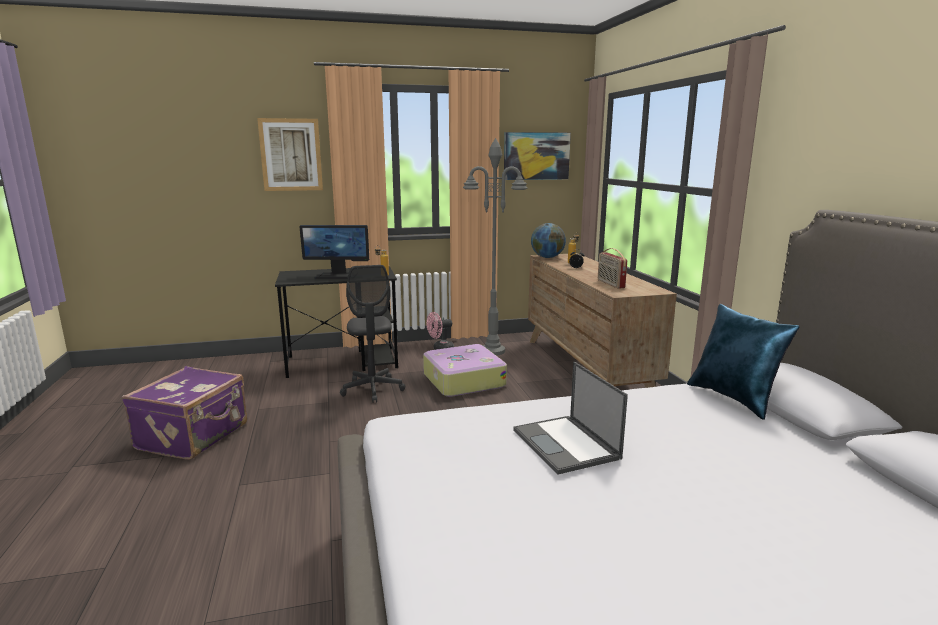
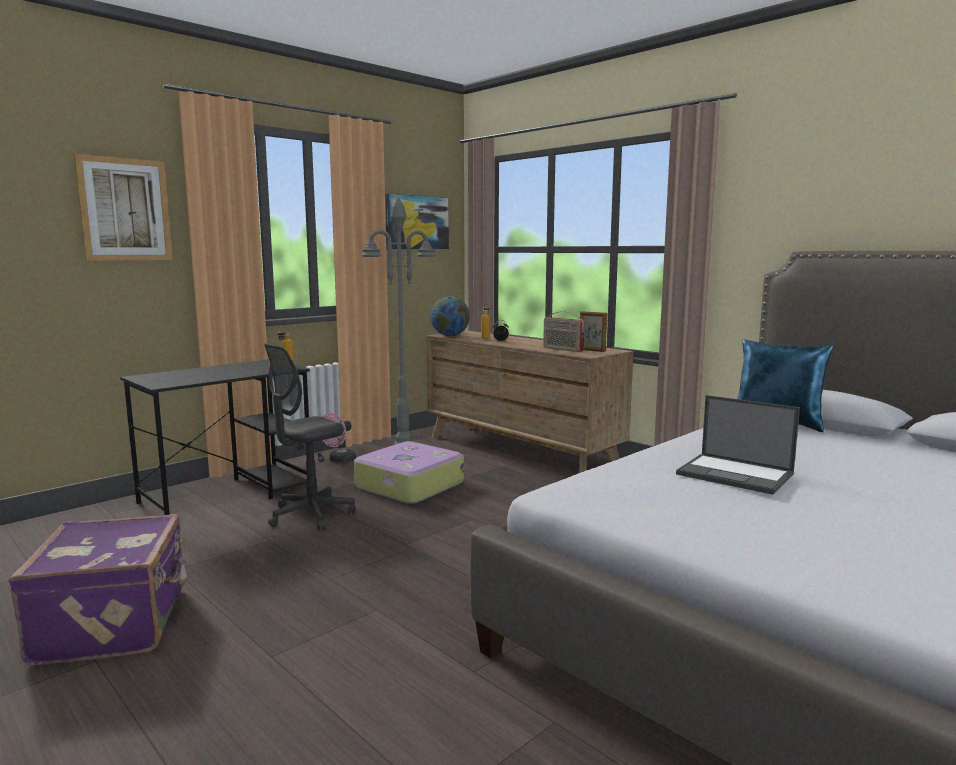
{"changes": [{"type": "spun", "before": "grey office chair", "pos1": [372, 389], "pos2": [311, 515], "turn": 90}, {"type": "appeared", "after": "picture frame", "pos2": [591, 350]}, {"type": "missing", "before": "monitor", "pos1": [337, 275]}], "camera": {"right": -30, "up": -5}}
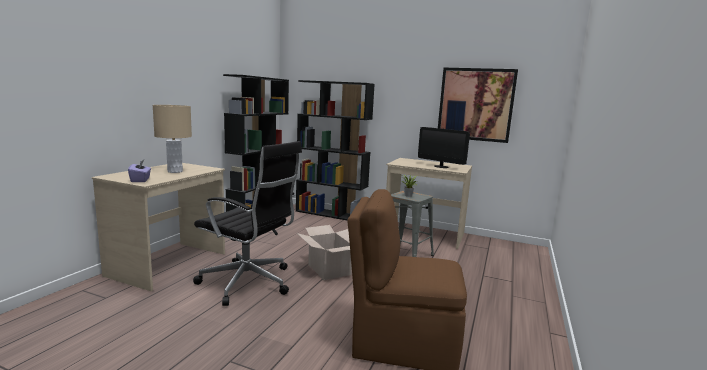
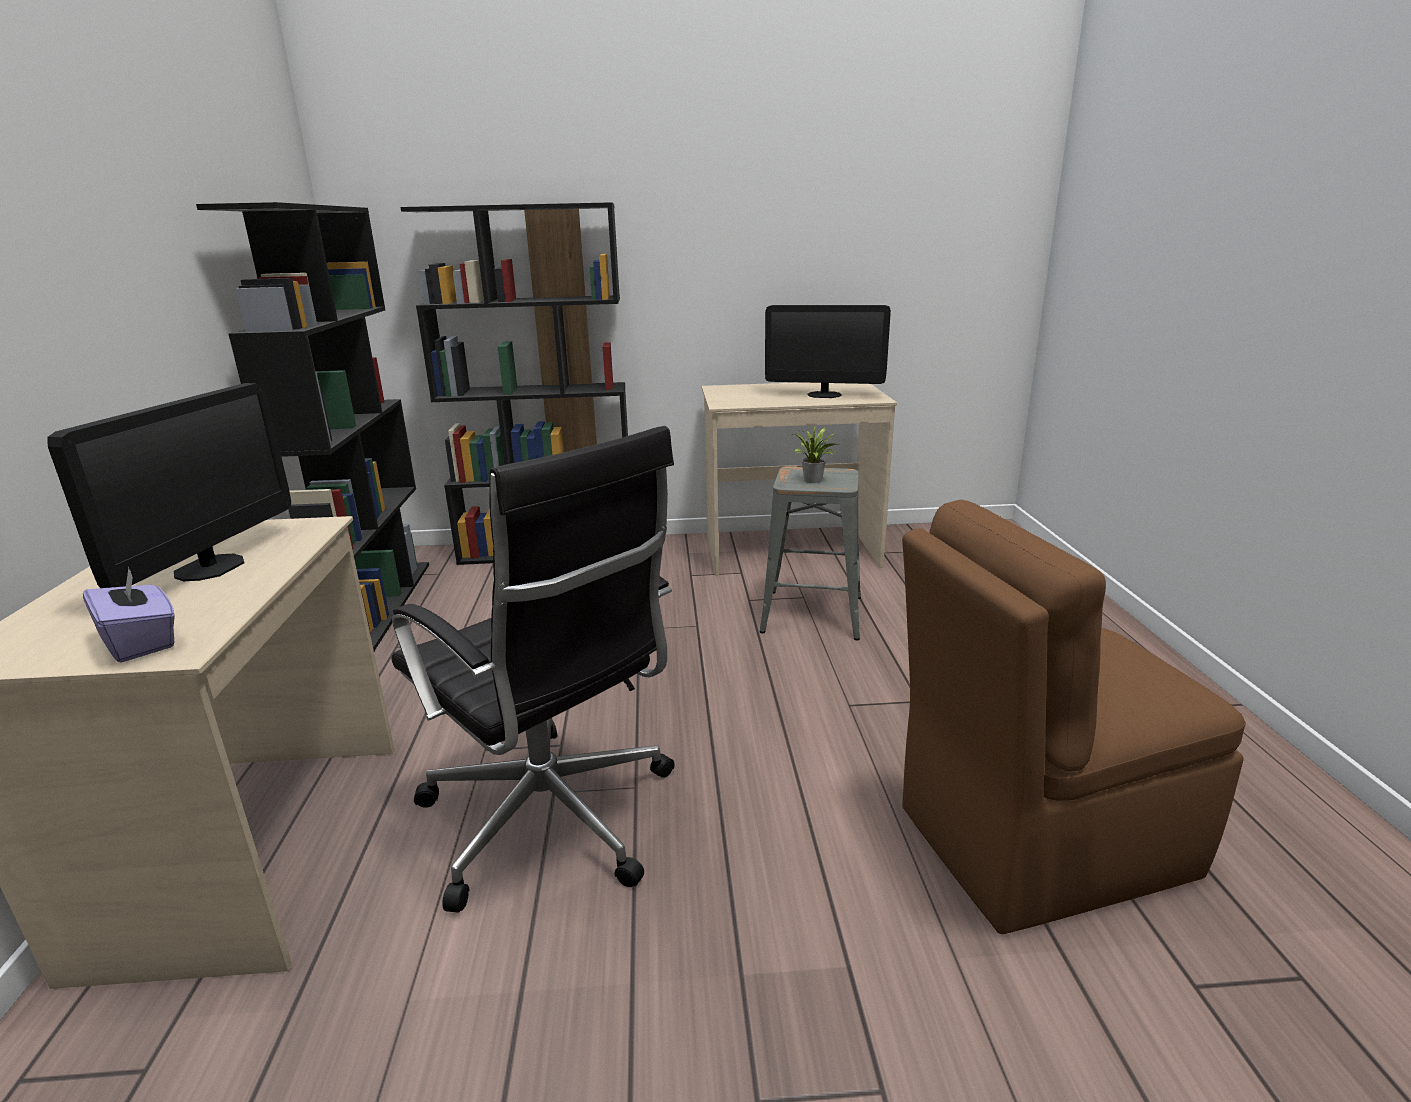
{"changes": [{"type": "exchanged", "before": "beige table lamp", "after": "monitor", "pos1": [175, 171], "pos2": [209, 567]}, {"type": "spun", "before": "black office chair", "pos1": [249, 283], "pos2": [553, 820], "turn": 45}, {"type": "missing", "before": "cardboard box", "pos1": [328, 269]}, {"type": "missing", "before": "picture", "pos1": [475, 104]}], "camera": {"right": -25, "up": 10}}
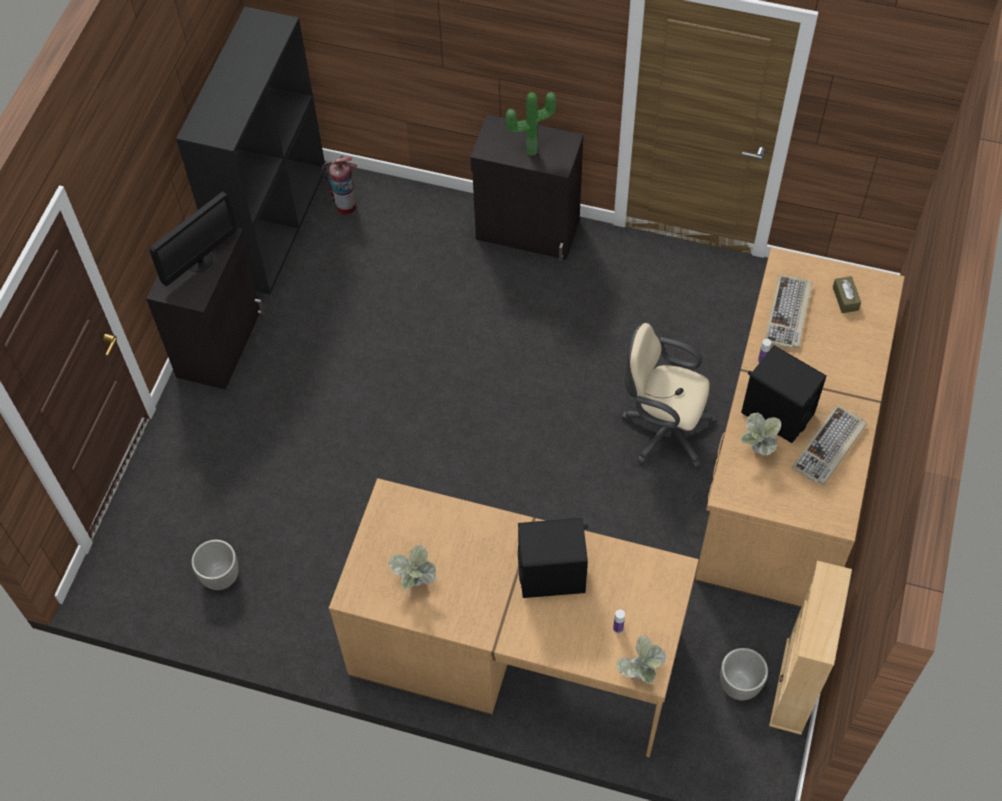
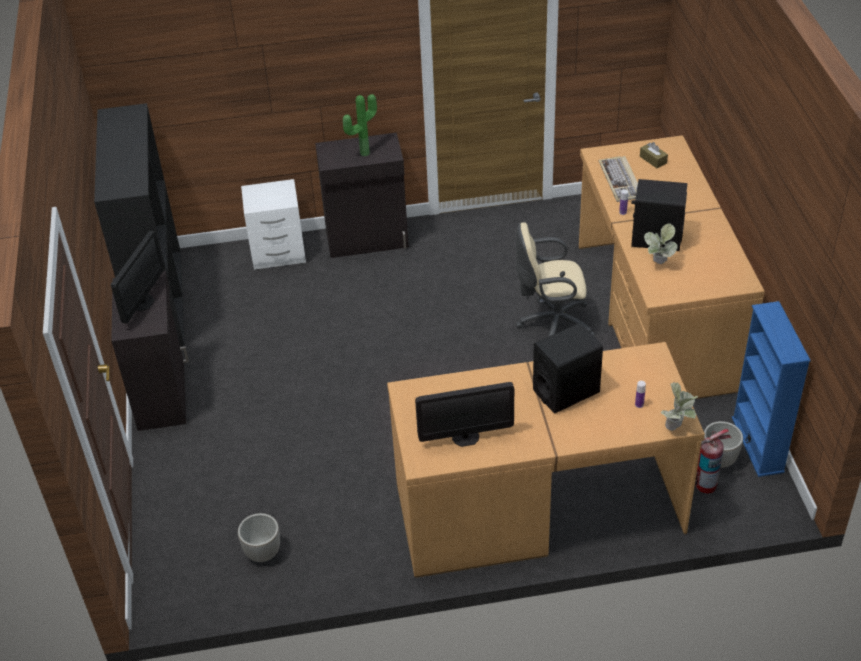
{"changes": [{"type": "appeared", "after": "white nightstand", "pos2": [279, 253]}, {"type": "exchanged", "before": "potted plant", "after": "monitor", "pos1": [415, 584], "pos2": [465, 437]}, {"type": "relocated", "before": "fire extinguisher", "pos1": [346, 206], "pos2": [705, 485]}, {"type": "colour", "before": "beige bookcase", "after": "blue bookcase", "pos1": [794, 686], "pos2": [757, 444]}, {"type": "missing", "before": "keyboard", "pos1": [829, 447]}], "camera": {"right": -25, "up": -15}}
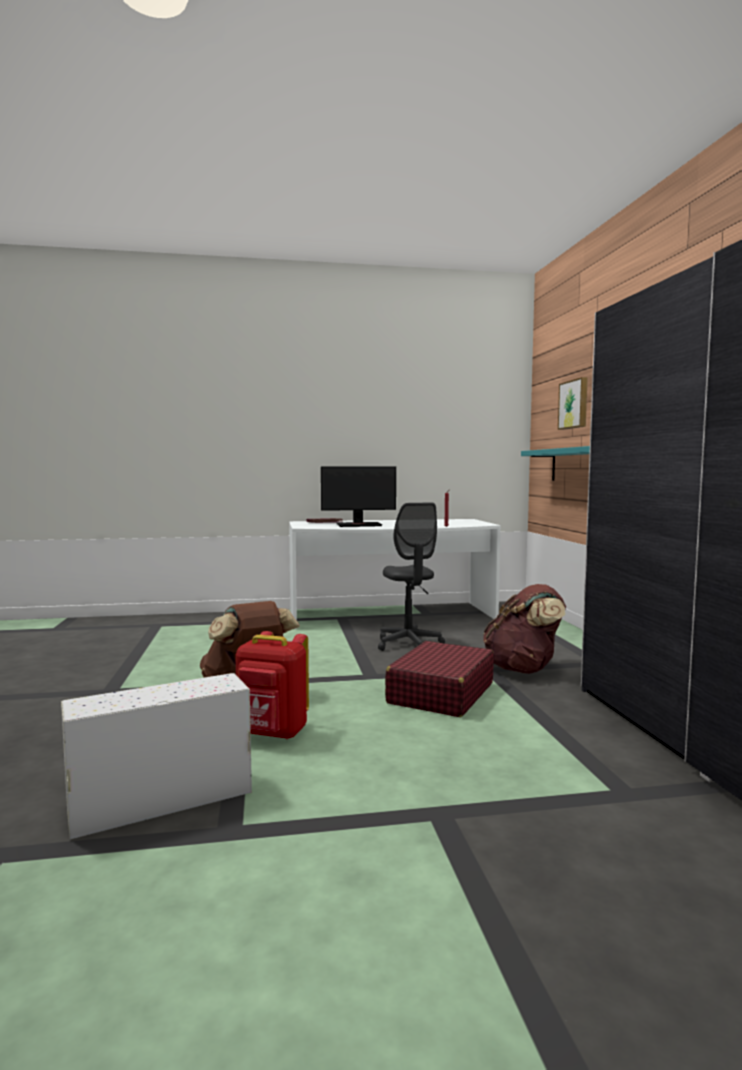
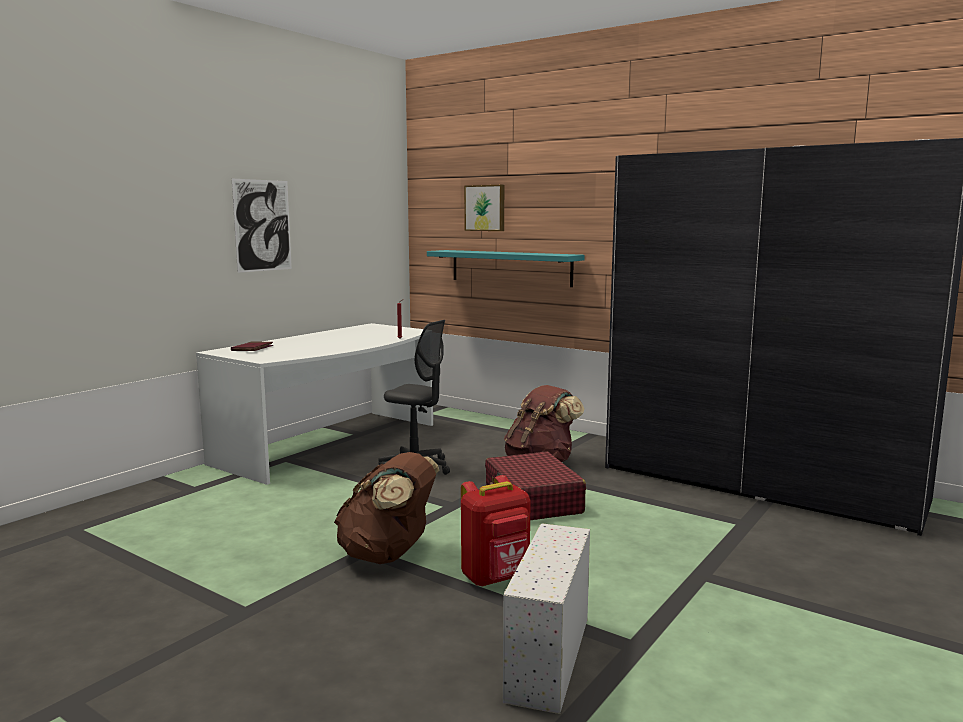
{"changes": [{"type": "appeared", "after": "picture", "pos2": [262, 225]}, {"type": "missing", "before": "monitor", "pos1": [358, 525]}], "camera": {"right": -45, "up": 5}}
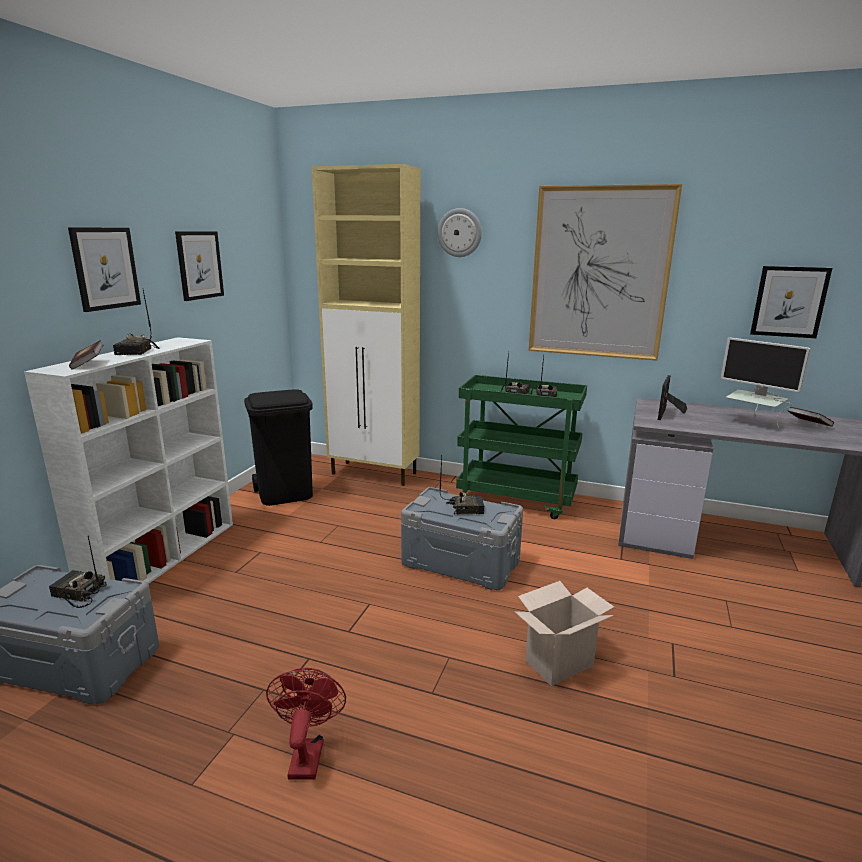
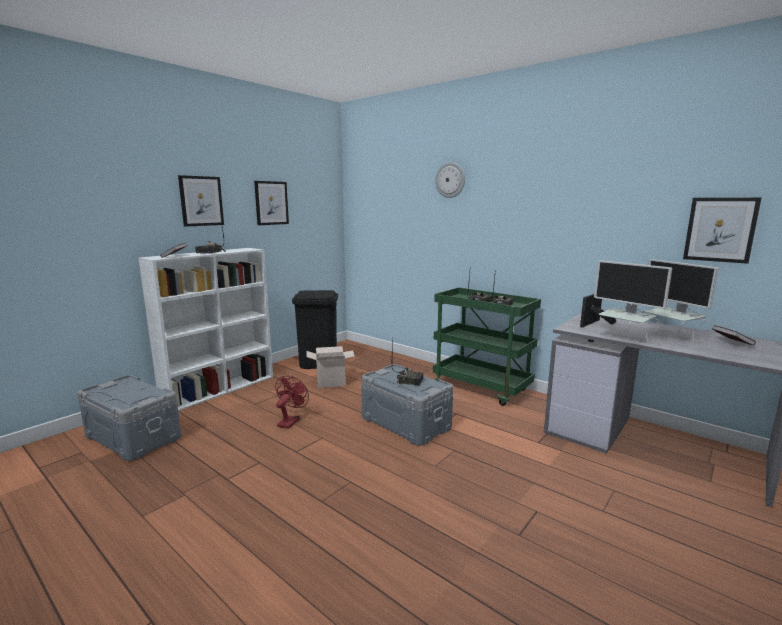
{"changes": [{"type": "relocated", "before": "red fan", "pos1": [307, 753], "pos2": [290, 421]}, {"type": "relocated", "before": "cardboard box", "pos1": [559, 661], "pos2": [332, 382]}, {"type": "appeared", "after": "monitor", "pos2": [624, 337]}, {"type": "missing", "before": "radio", "pos1": [78, 594]}, {"type": "missing", "before": "beige cabinet", "pos1": [375, 474]}, {"type": "missing", "before": "picture", "pos1": [599, 273]}], "camera": {"right": 20, "up": -5}}
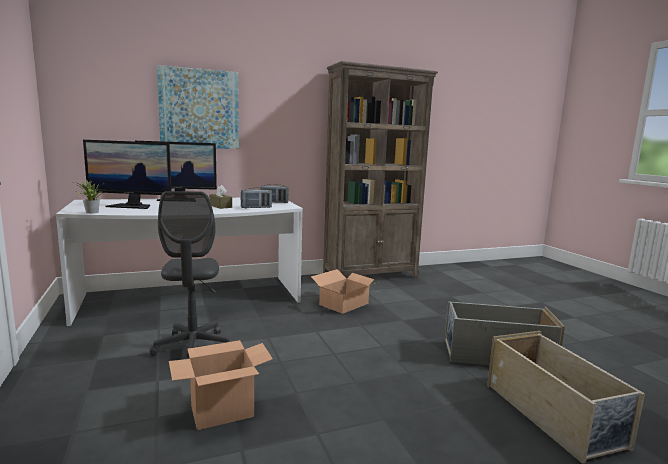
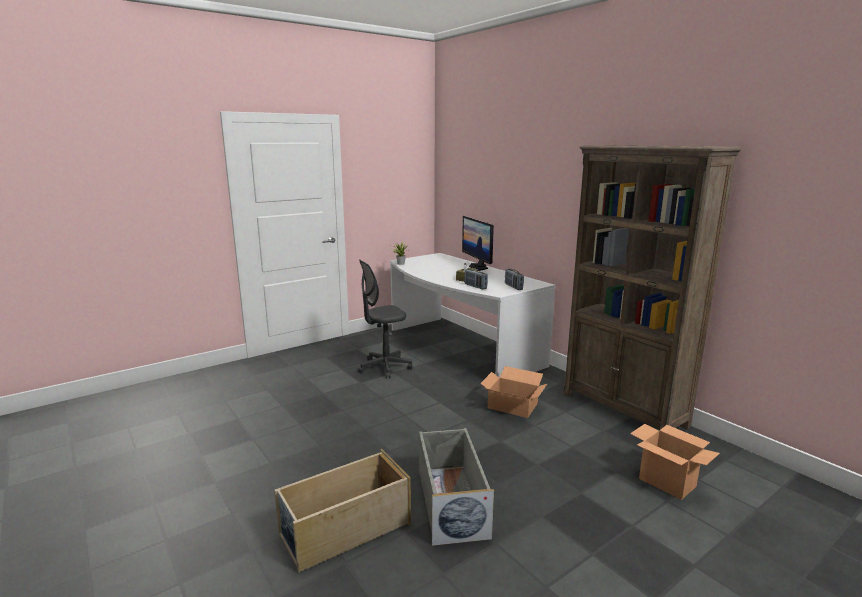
{"changes": [{"type": "relocated", "before": "cardboard box", "pos1": [221, 412], "pos2": [666, 482]}, {"type": "missing", "before": "monitor", "pos1": [131, 206]}, {"type": "missing", "before": "picture", "pos1": [199, 109]}], "camera": {"right": 75, "up": 5}}
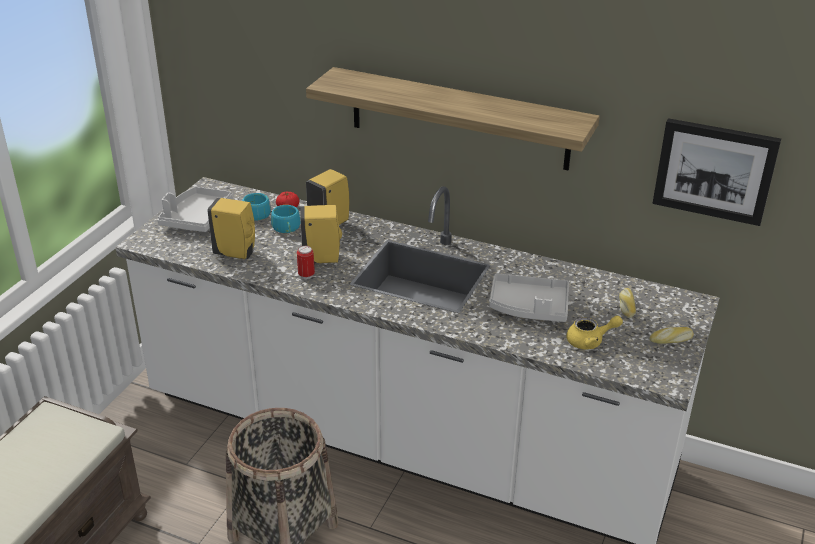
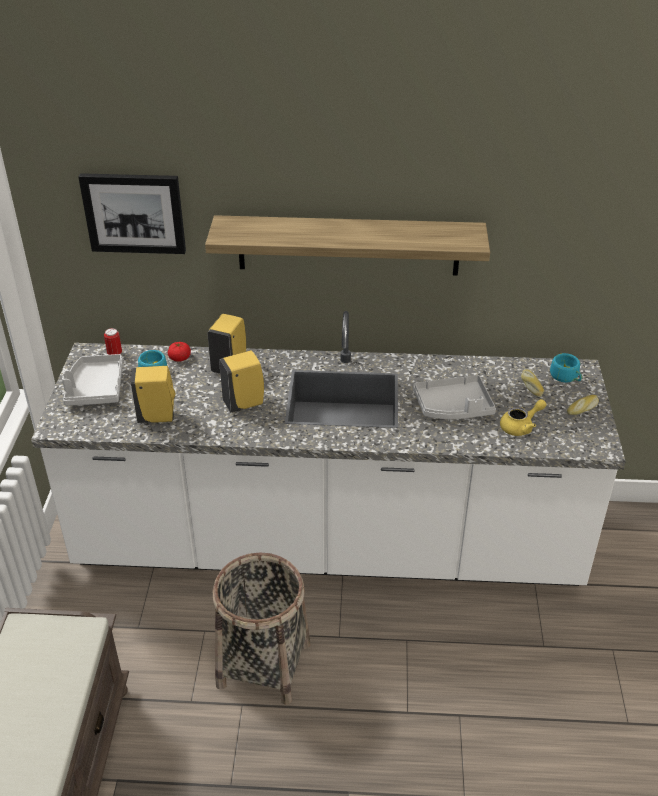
{"changes": [{"type": "relocated", "before": "picture", "pos1": [714, 170], "pos2": [134, 212]}, {"type": "relocated", "before": "can", "pos1": [306, 275], "pos2": [115, 354]}, {"type": "relocated", "before": "turquoise cup", "pos1": [286, 229], "pos2": [566, 377]}], "camera": {"right": -20, "up": 5}}
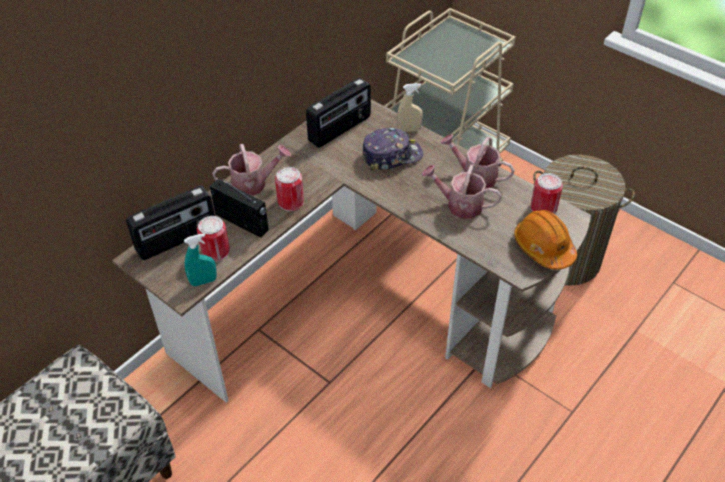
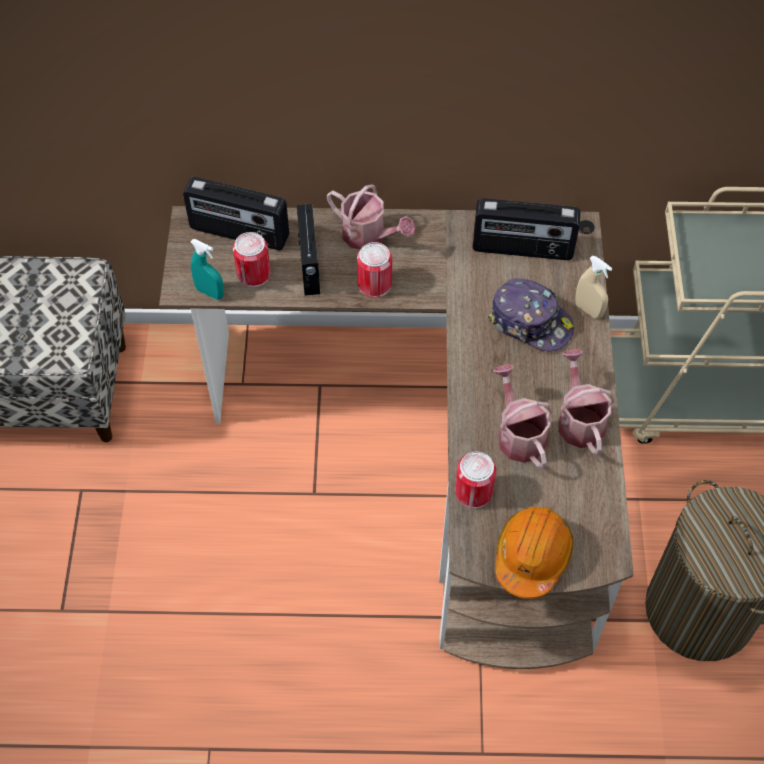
{"changes": [{"type": "relocated", "before": "can", "pos1": [543, 208], "pos2": [473, 492]}], "camera": {"right": 50, "up": 10}}
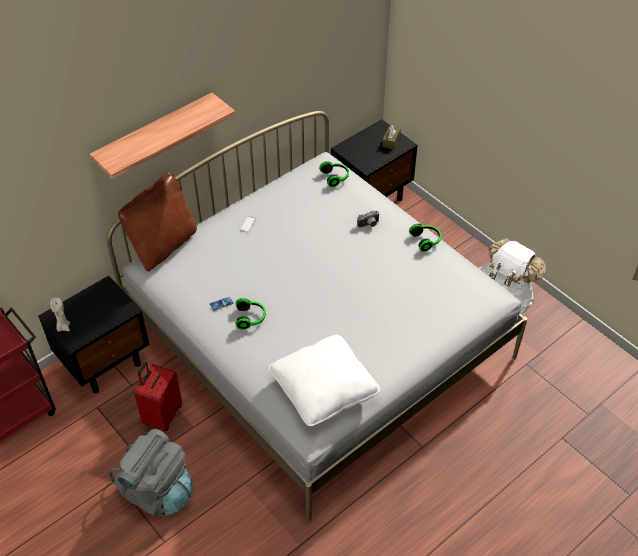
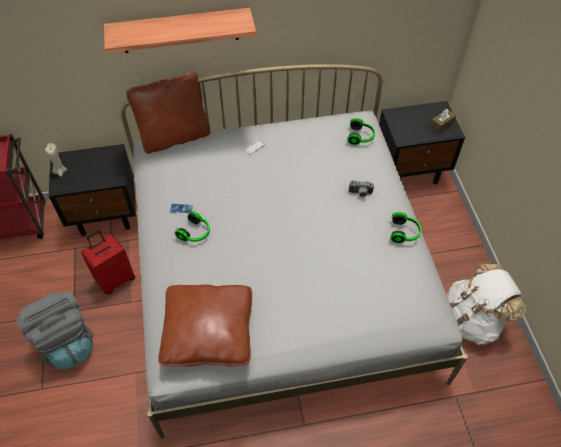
{"changes": [{"type": "colour", "before": "white pillow", "after": "brown pillow", "pos1": [324, 389], "pos2": [208, 332]}], "camera": {"right": 30, "up": 5}}
